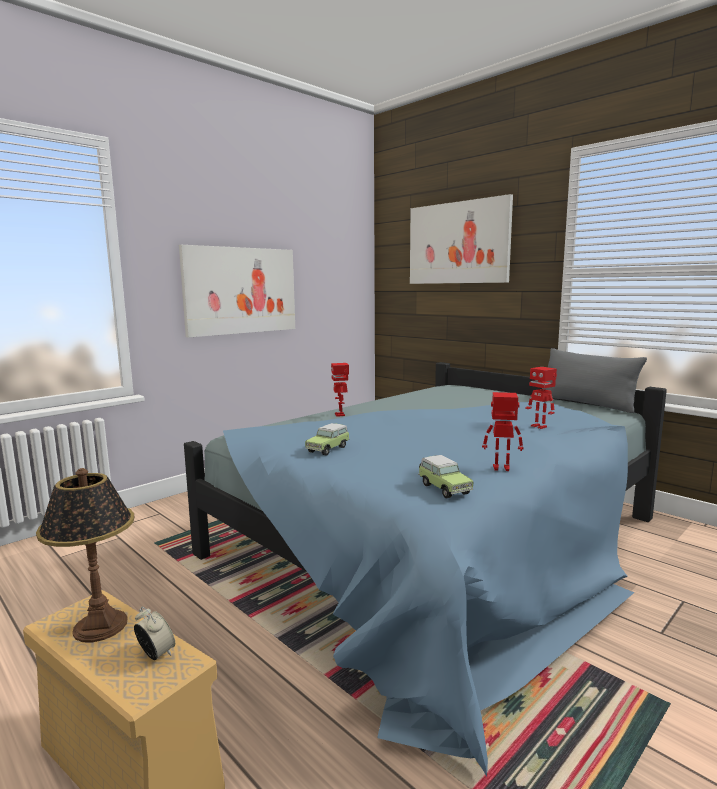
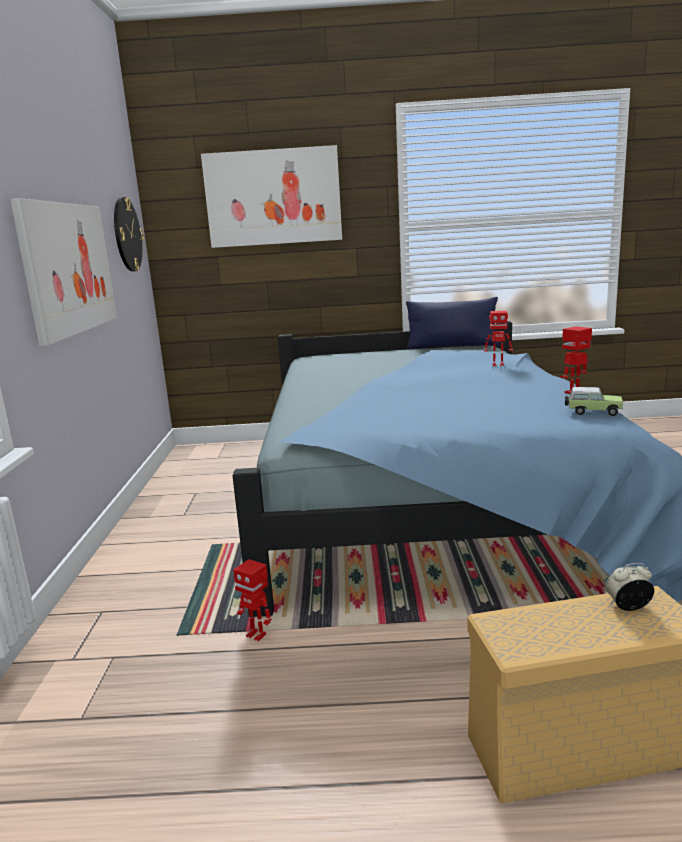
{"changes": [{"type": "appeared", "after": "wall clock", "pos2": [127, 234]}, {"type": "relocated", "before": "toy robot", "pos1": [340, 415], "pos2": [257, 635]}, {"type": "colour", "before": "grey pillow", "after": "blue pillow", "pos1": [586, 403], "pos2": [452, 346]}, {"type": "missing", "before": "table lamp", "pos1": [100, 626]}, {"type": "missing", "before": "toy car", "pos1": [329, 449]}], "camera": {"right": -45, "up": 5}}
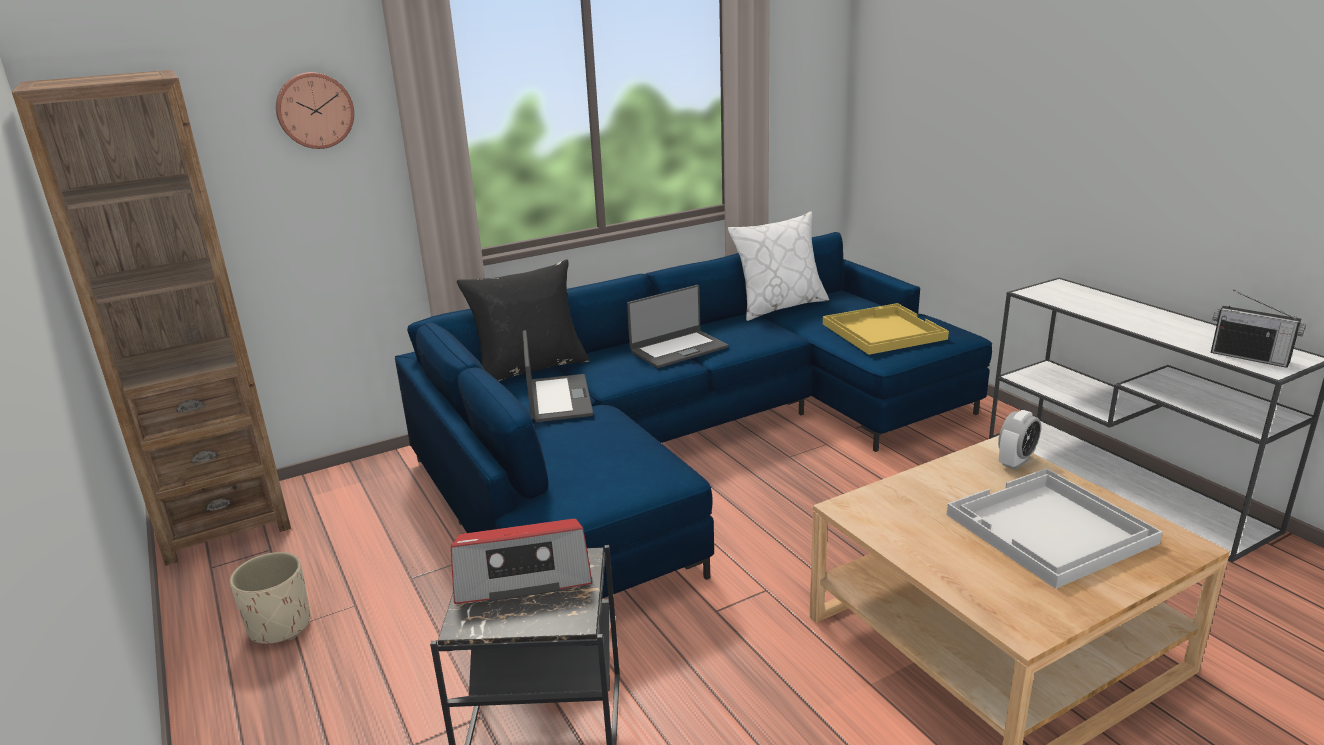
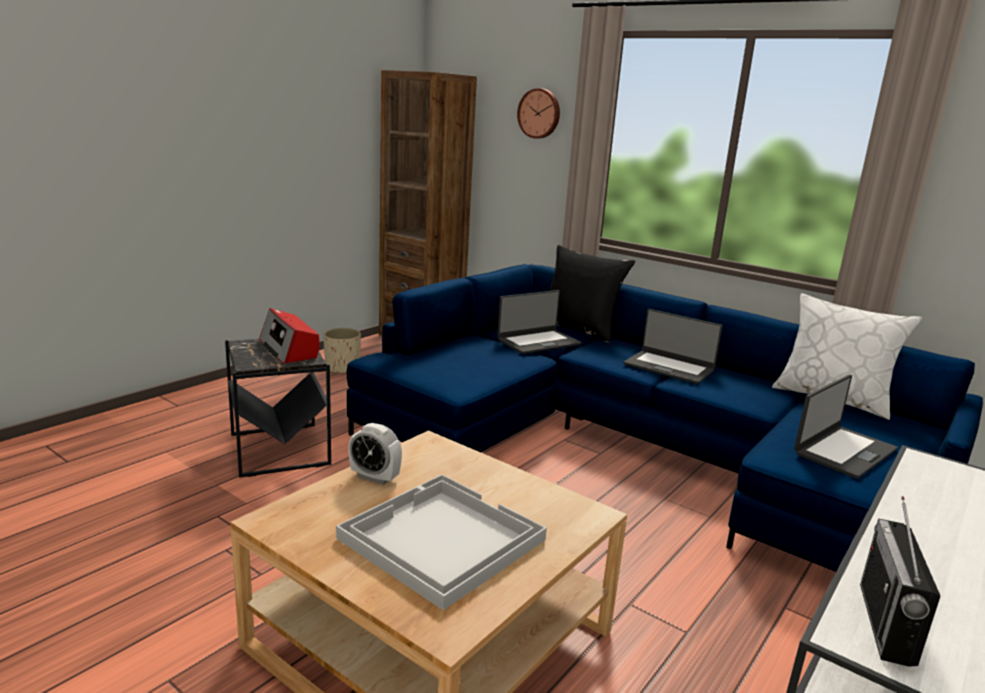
{"changes": [{"type": "relocated", "before": "alarm clock", "pos1": [1016, 462], "pos2": [375, 477]}, {"type": "exchanged", "before": "yellow tray", "after": "laptop", "pos1": [882, 331], "pos2": [843, 451]}], "camera": {"right": 65, "up": -5}}
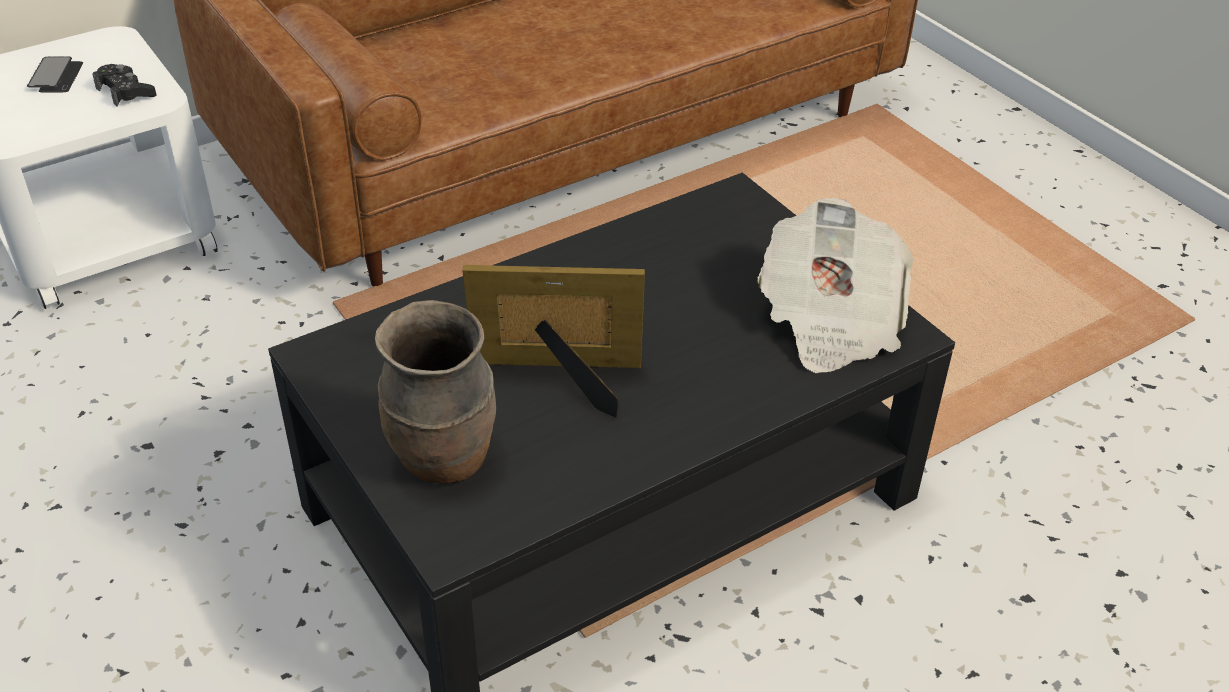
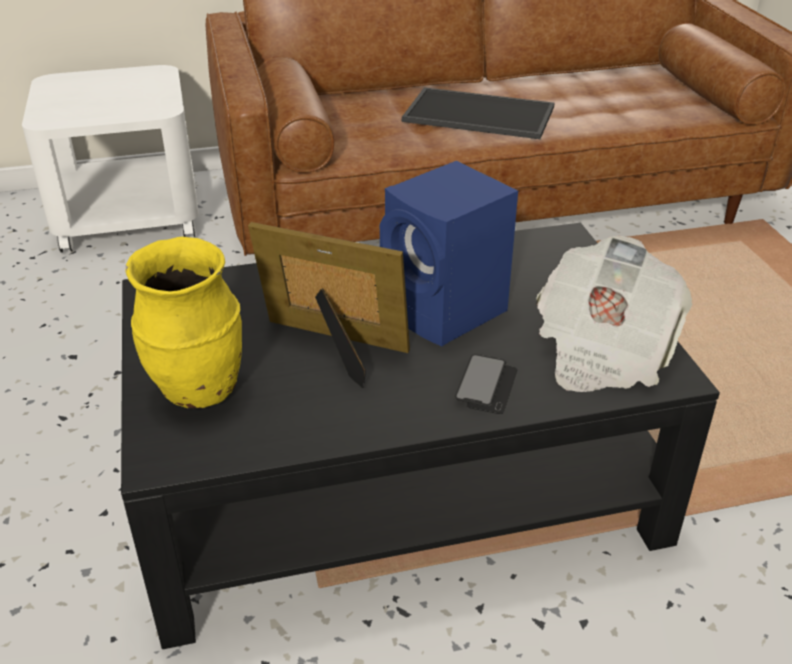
{"changes": [{"type": "colour", "before": "brown vase", "after": "yellow vase", "pos1": [444, 461], "pos2": [199, 390]}, {"type": "appeared", "after": "blue speaker", "pos2": [448, 313]}, {"type": "appeared", "after": "tray", "pos2": [477, 115]}, {"type": "relocated", "before": "phone", "pos1": [56, 76], "pos2": [486, 386]}, {"type": "missing", "before": "black game controller", "pos1": [126, 91]}], "camera": {"right": 20, "up": -5}}
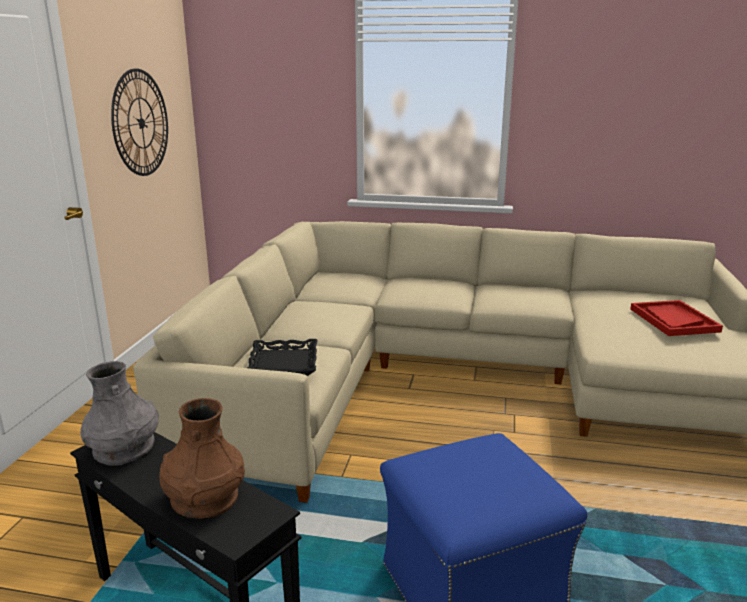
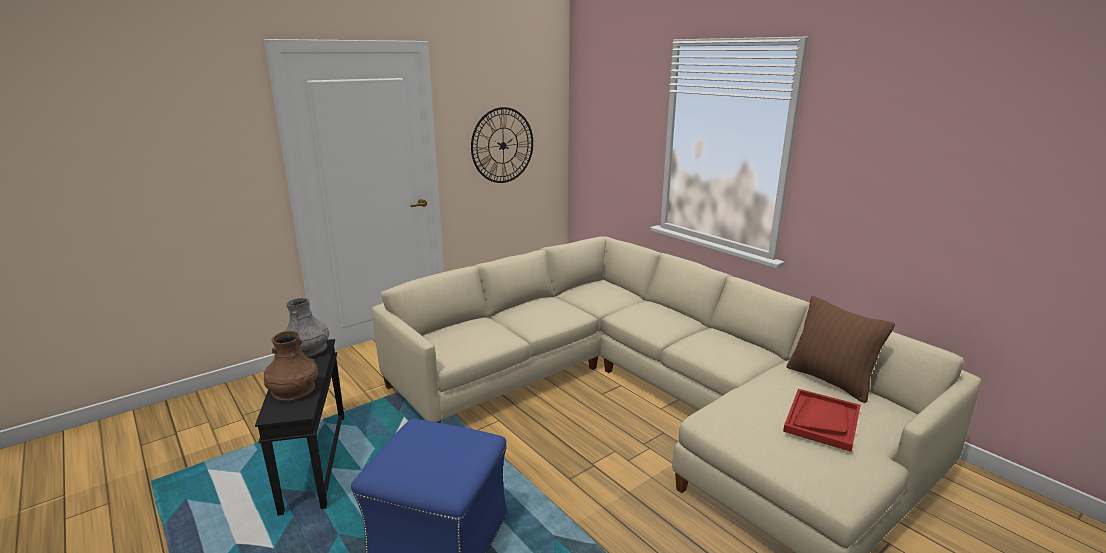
{"changes": [{"type": "appeared", "after": "brown pillow", "pos2": [830, 381]}, {"type": "missing", "before": "black tray", "pos1": [283, 363]}], "camera": {"right": 40, "up": 0}}
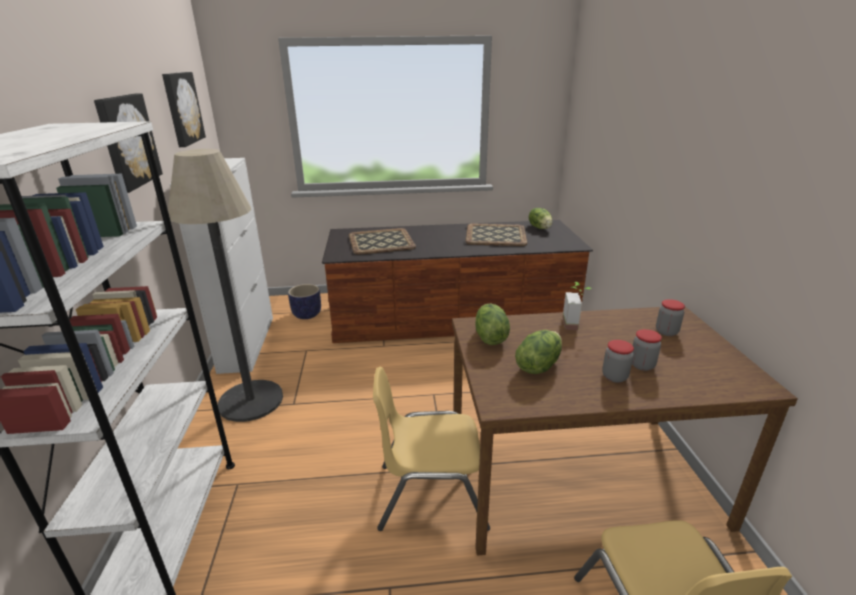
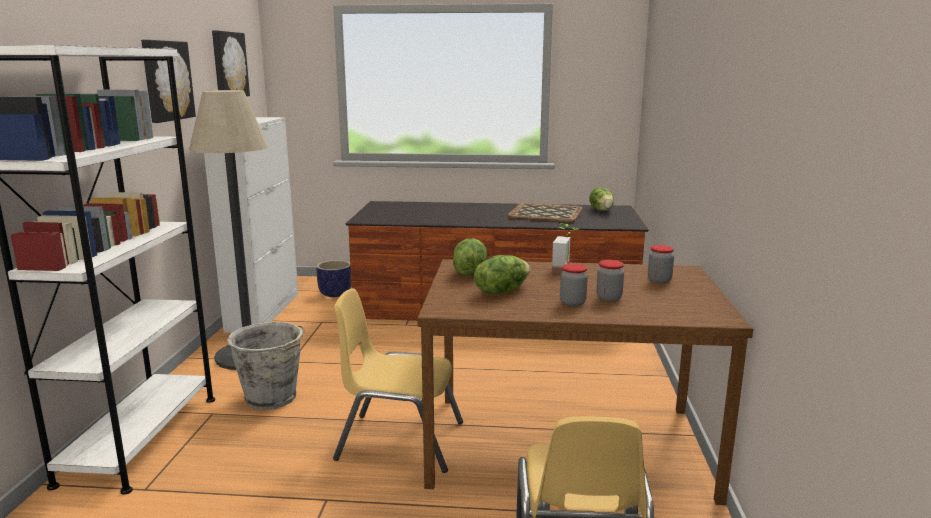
{"changes": [{"type": "appeared", "after": "grey bucket", "pos2": [272, 398]}, {"type": "missing", "before": "tray", "pos1": [380, 242]}], "camera": {"right": 10, "up": -10}}
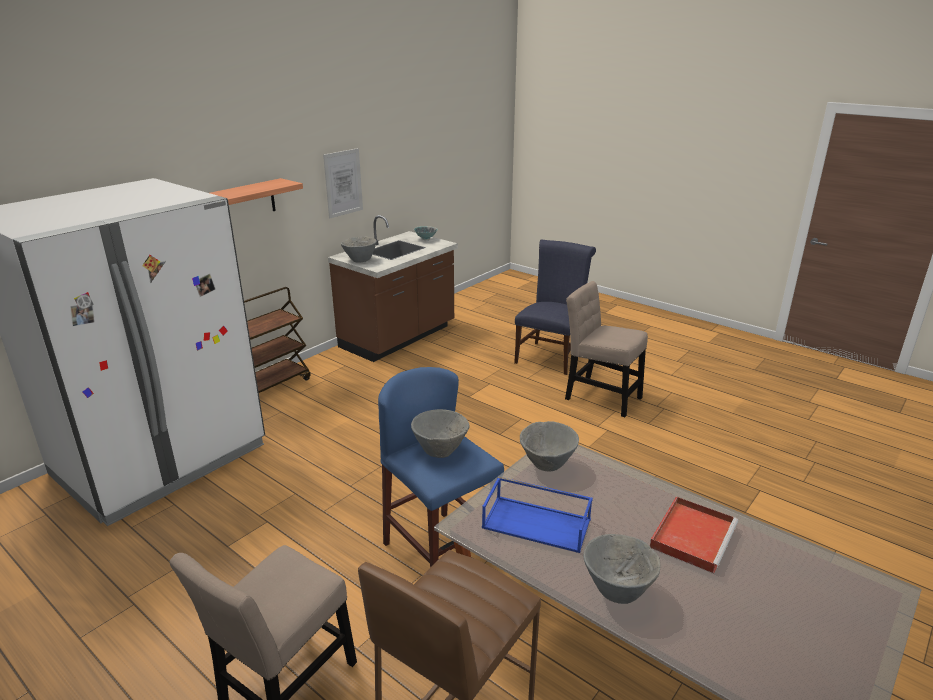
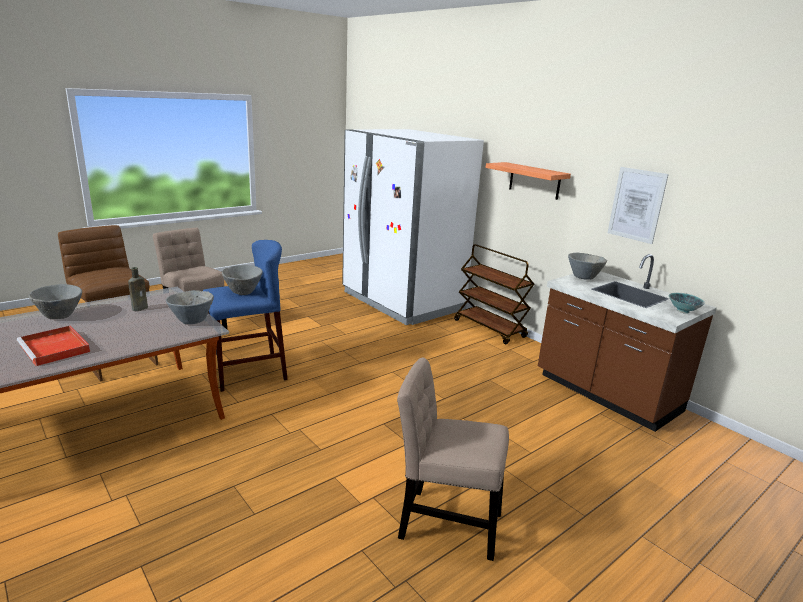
{"changes": [{"type": "exchanged", "before": "blue tray", "after": "brown bottle", "pos1": [538, 523], "pos2": [141, 308]}, {"type": "spun", "before": "beige chair", "pos1": [599, 396], "pos2": [444, 522], "turn": -120}, {"type": "missing", "before": "blue chair", "pos1": [550, 356]}], "camera": {"right": 100, "up": -5}}
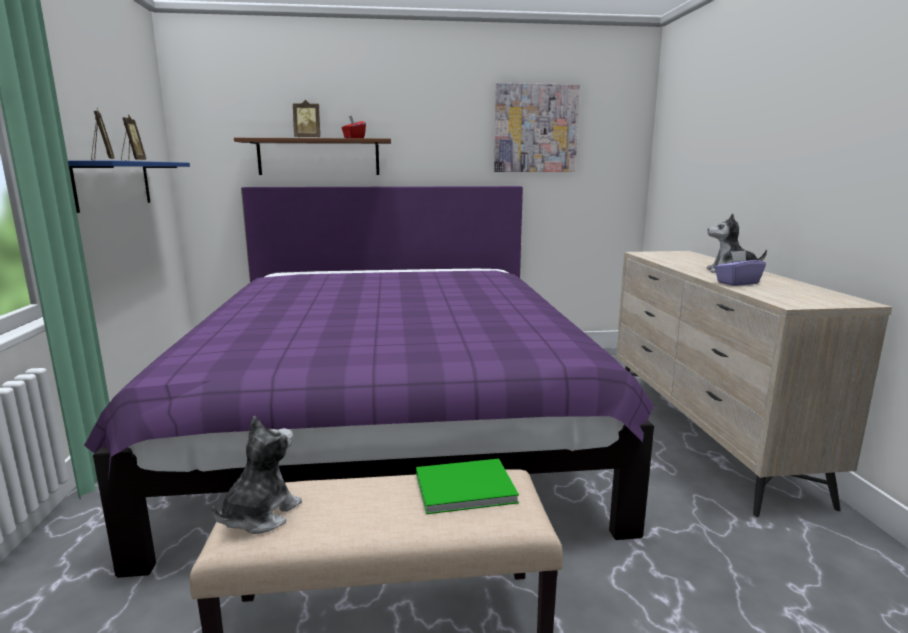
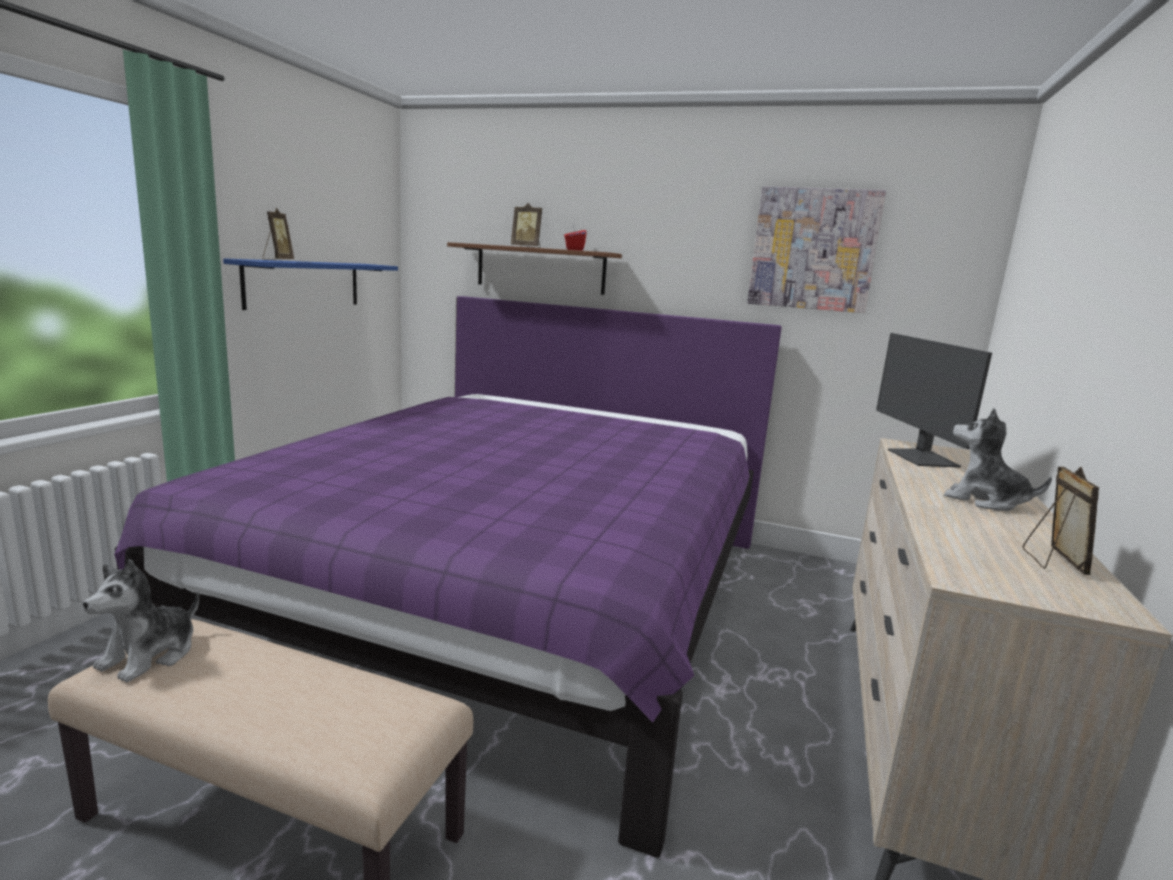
{"changes": [{"type": "spun", "before": "plush toy", "pos1": [260, 515], "pos2": [150, 655], "turn": 150}, {"type": "appeared", "after": "monitor", "pos2": [921, 458]}, {"type": "relocated", "before": "picture frame", "pos1": [133, 161], "pos2": [1051, 561]}, {"type": "missing", "before": "green book", "pos1": [461, 487]}, {"type": "missing", "before": "purple tissue box", "pos1": [737, 283]}], "camera": {"right": 25, "up": 0}}
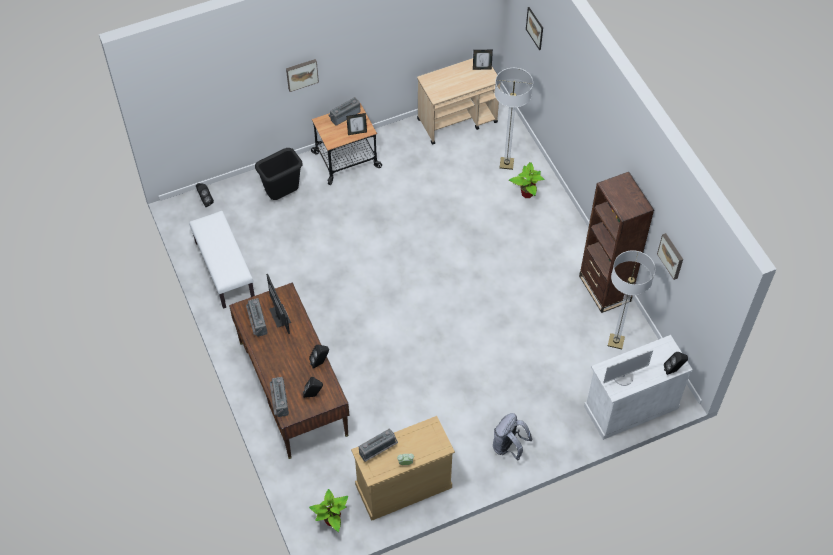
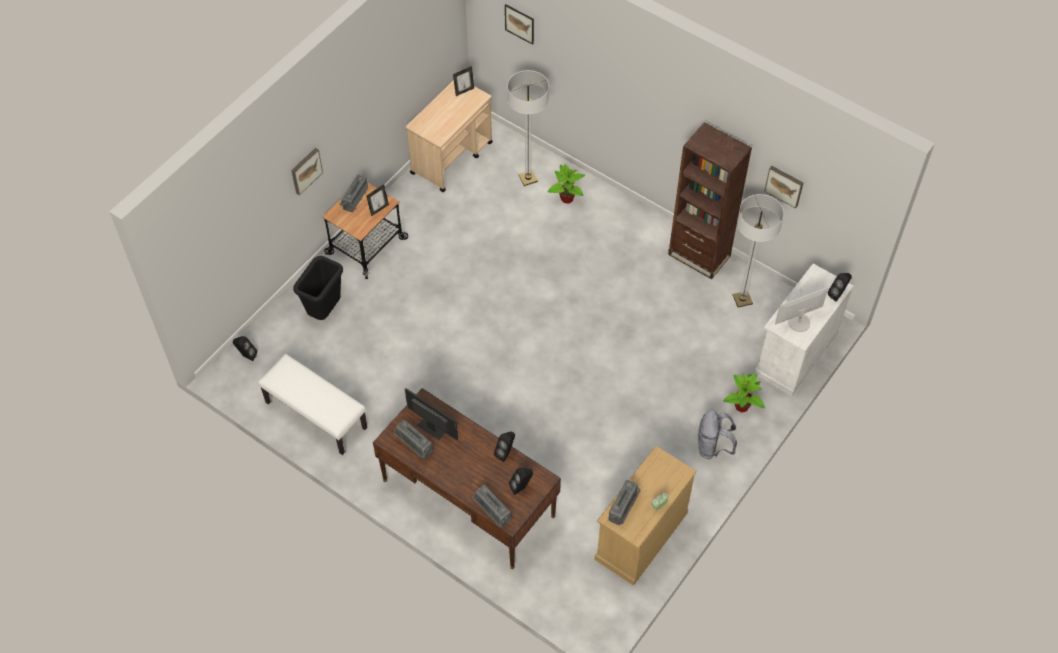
{"changes": [{"type": "relocated", "before": "potted plant", "pos1": [331, 520], "pos2": [741, 406]}, {"type": "spun", "before": "monitor", "pos1": [623, 376], "pos2": [798, 322], "turn": -150}], "camera": {"right": -30, "up": 0}}
